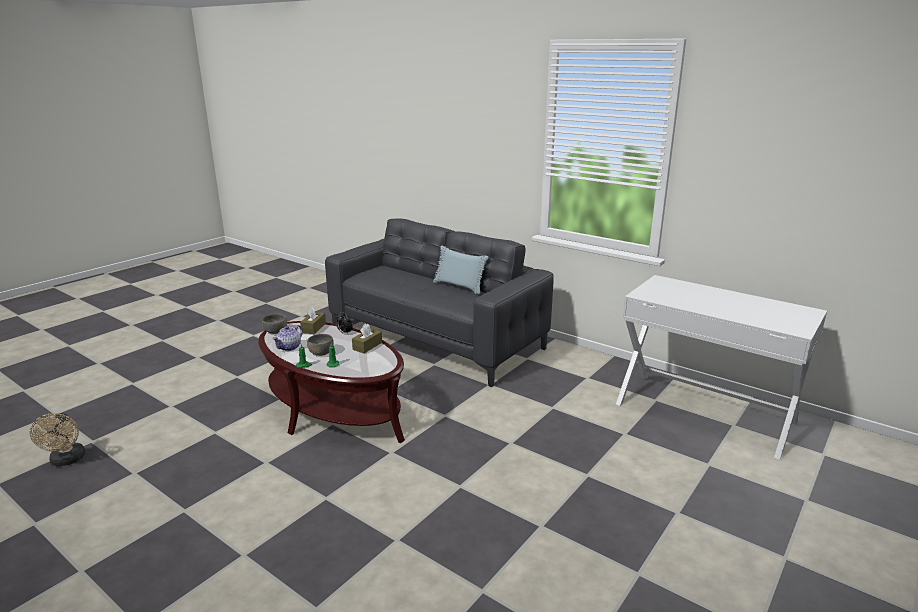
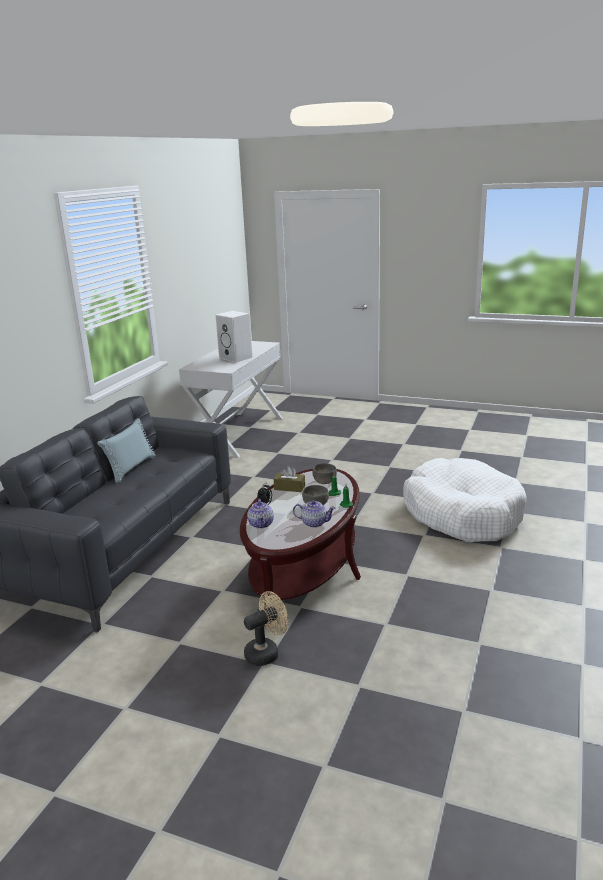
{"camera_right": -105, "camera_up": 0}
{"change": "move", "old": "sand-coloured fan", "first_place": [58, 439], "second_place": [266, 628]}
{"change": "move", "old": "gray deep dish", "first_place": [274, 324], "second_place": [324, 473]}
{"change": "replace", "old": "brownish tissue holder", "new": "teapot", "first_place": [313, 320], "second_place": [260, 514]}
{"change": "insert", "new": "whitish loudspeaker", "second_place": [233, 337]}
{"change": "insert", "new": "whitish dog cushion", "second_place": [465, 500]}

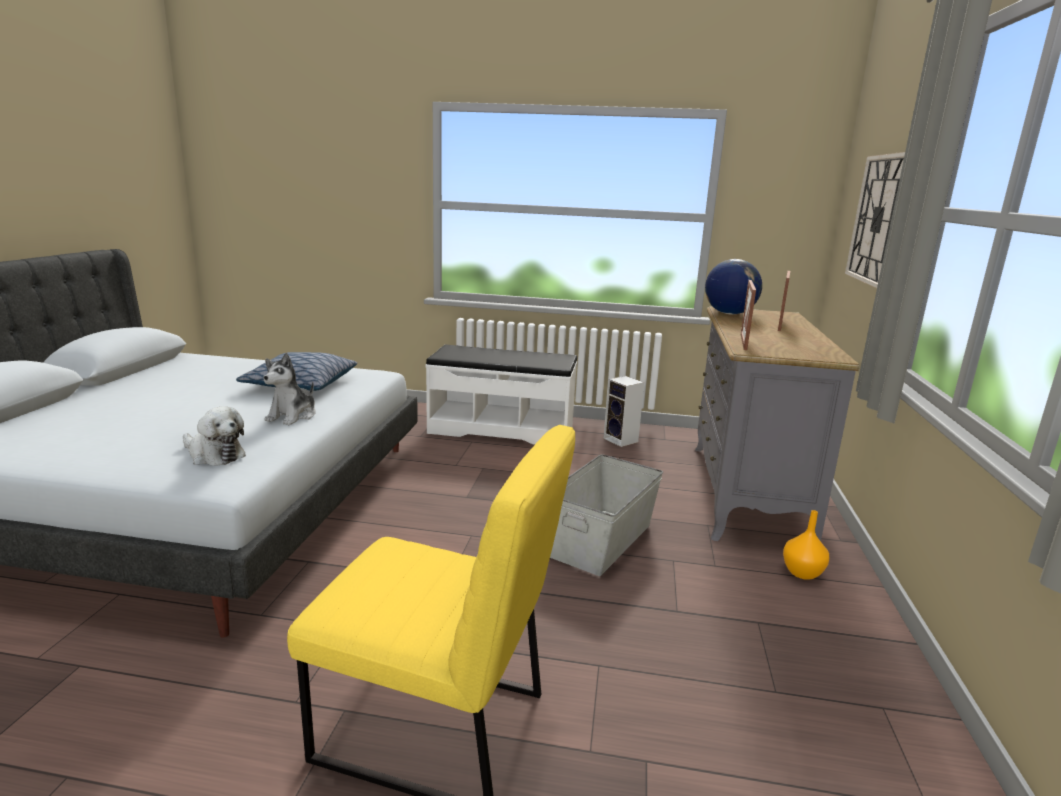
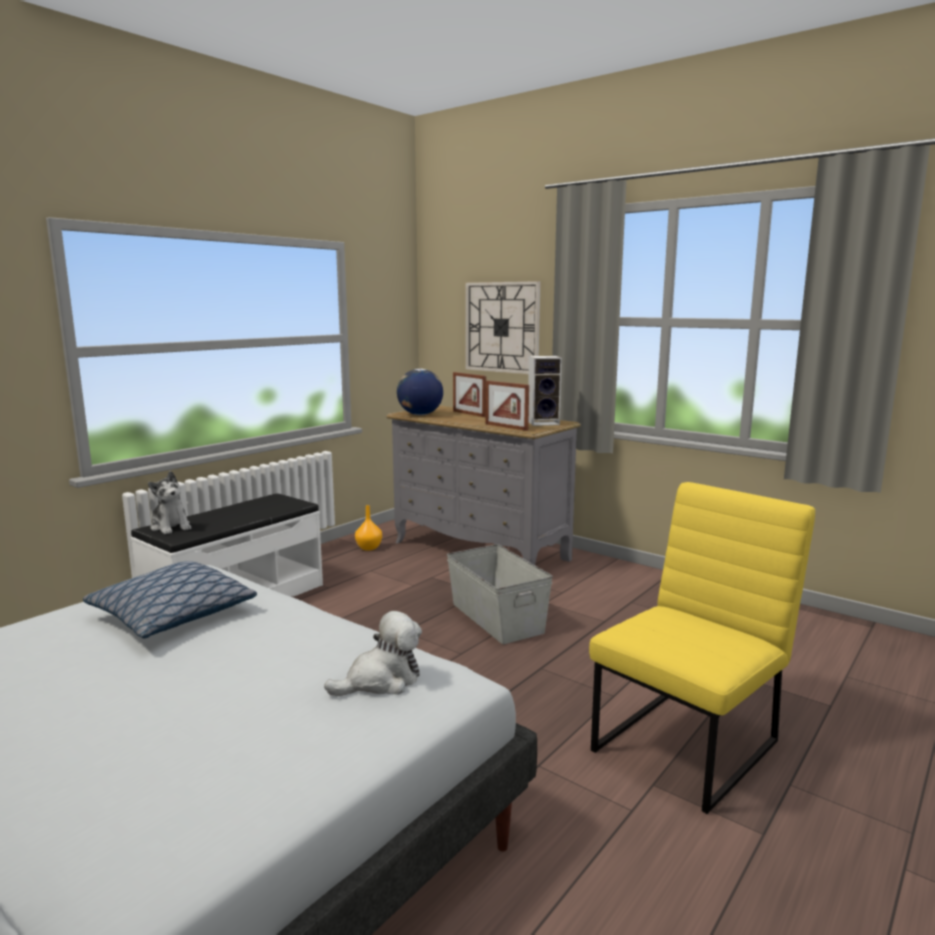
{"camera_right": -60, "camera_up": -5}
{"change": "move", "old": "plush toy", "first_place": [289, 389], "second_place": [169, 503]}
{"change": "move", "old": "loudspeaker", "first_place": [624, 411], "second_place": [545, 391]}
{"change": "move", "old": "orangey decorative vase", "first_place": [806, 545], "second_place": [368, 528]}

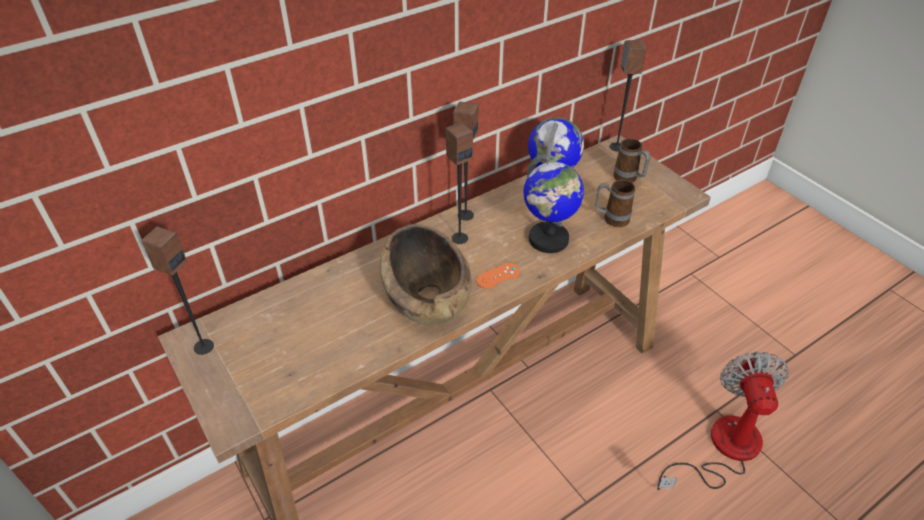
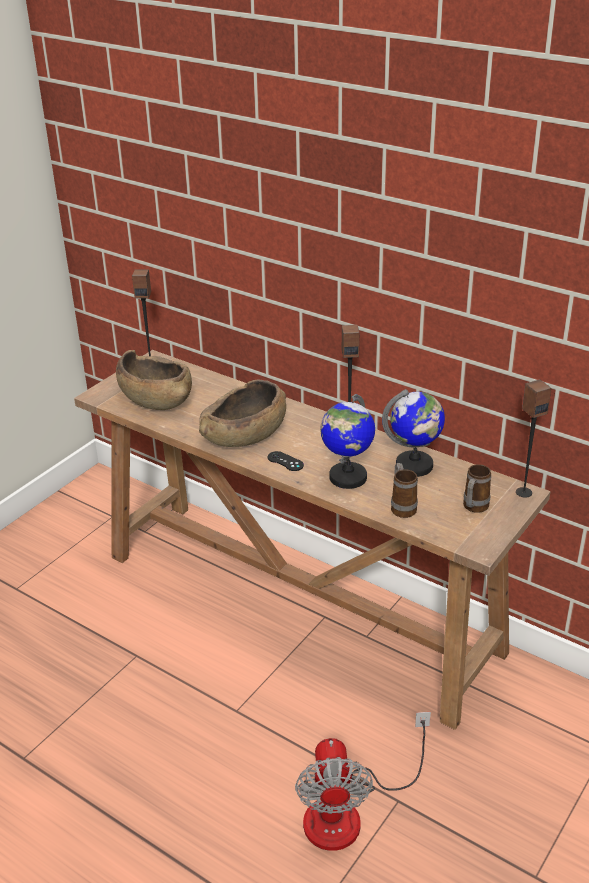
{"camera_right": 70, "camera_up": -10}
{"change": "delete", "old": "loudspeaker", "first_place": [459, 183]}
{"change": "recolor", "old": "orangey joypad", "new": "black joypad", "first_place": [498, 276], "second_place": [286, 461]}
{"change": "rotate", "old": "fan", "first_place": [723, 421], "second_place": [363, 781], "degrees": 105}
{"change": "insert", "new": "brownish deep dish", "second_place": [154, 380]}

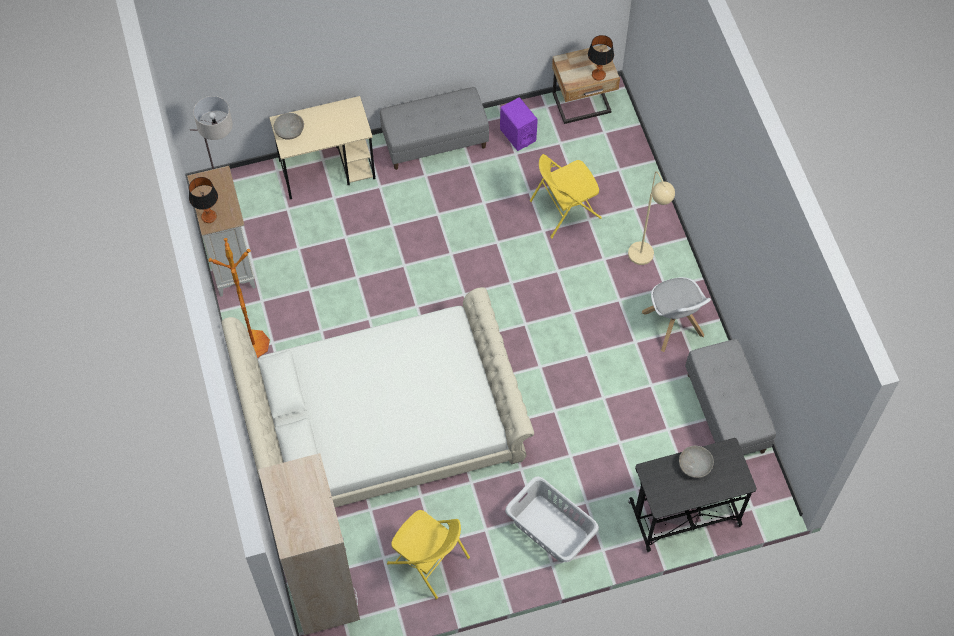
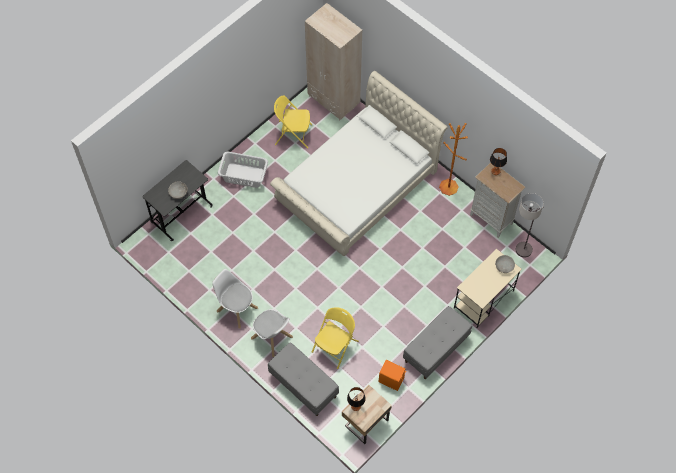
{"camera_right": 150, "camera_up": 0}
{"change": "recolor", "old": "purple loudspeaker", "new": "orangey loudspeaker", "first_place": [519, 124], "second_place": [392, 375]}
{"change": "replace", "old": "sand-coloured standing lamp", "new": "chair", "first_place": [651, 218], "second_place": [272, 333]}
{"change": "move", "old": "gray indoor bench", "first_place": [730, 397], "second_place": [303, 379]}

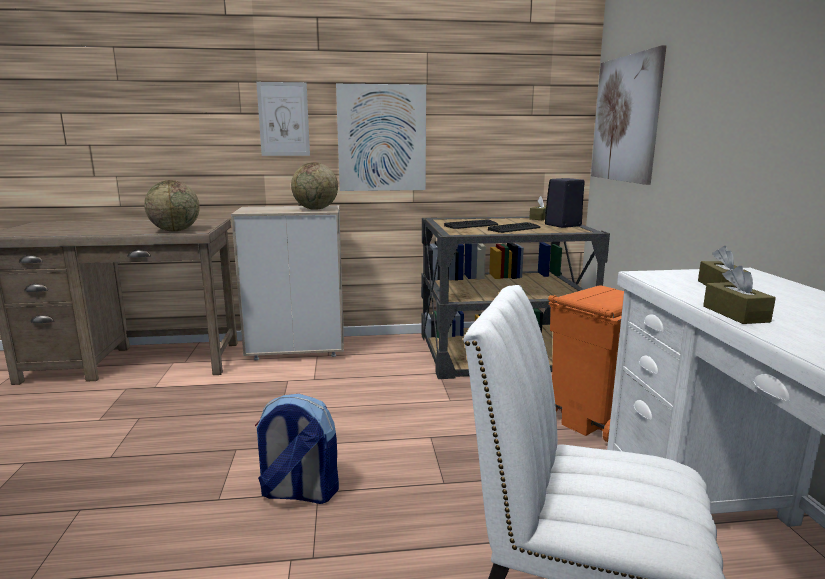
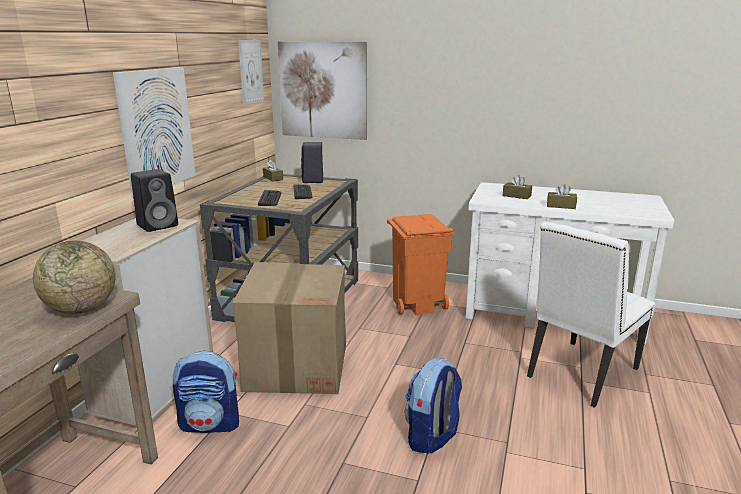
{"camera_right": -65, "camera_up": 5}
{"change": "move", "old": "wall art", "first_place": [283, 119], "second_place": [251, 72]}
{"change": "replace", "old": "desk globe", "new": "black loudspeaker", "first_place": [314, 186], "second_place": [154, 200]}
{"change": "insert", "new": "backpack", "second_place": [206, 392]}
{"change": "insert", "new": "packing box", "second_place": [289, 328]}

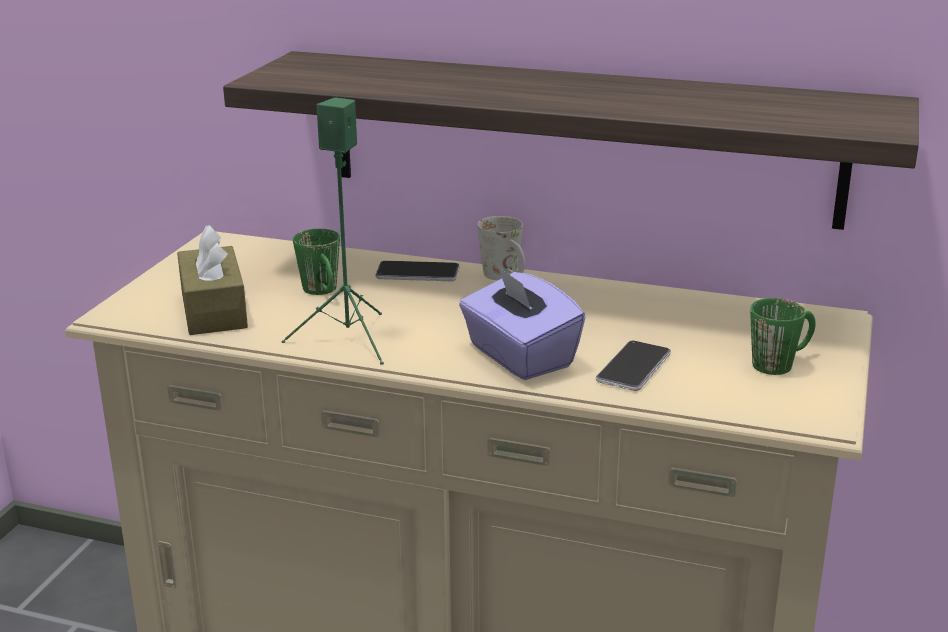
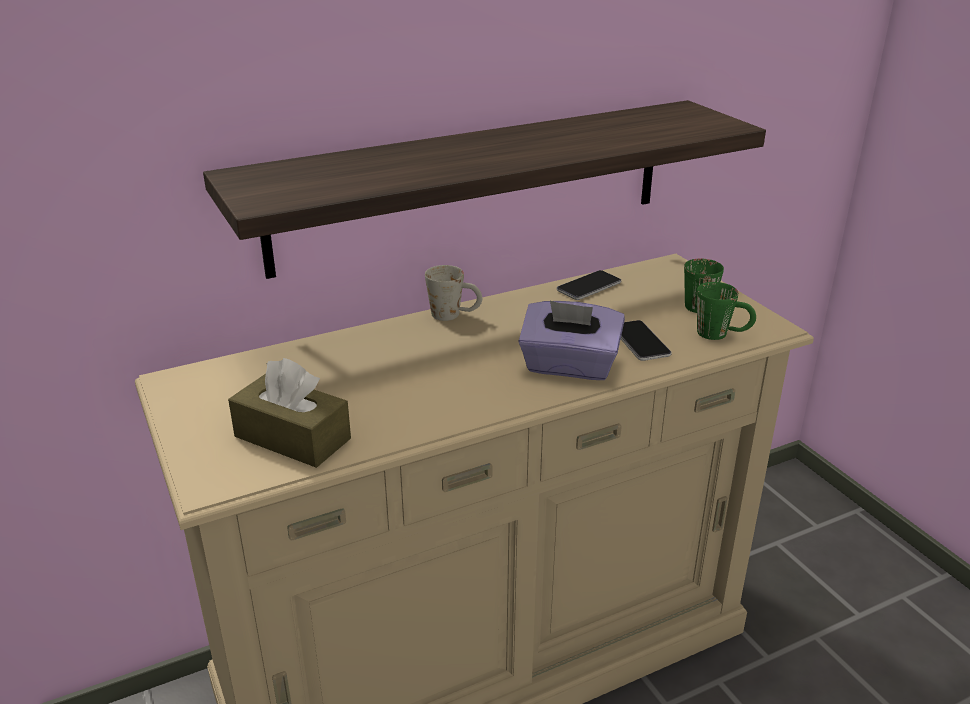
{"camera_right": -45, "camera_up": 5}
{"change": "delete", "old": "green loudspeaker", "first_place": [332, 231]}
{"change": "move", "old": "green mug", "first_place": [316, 262], "second_place": [726, 311]}
{"change": "move", "old": "handset", "first_place": [417, 271], "second_place": [589, 285]}

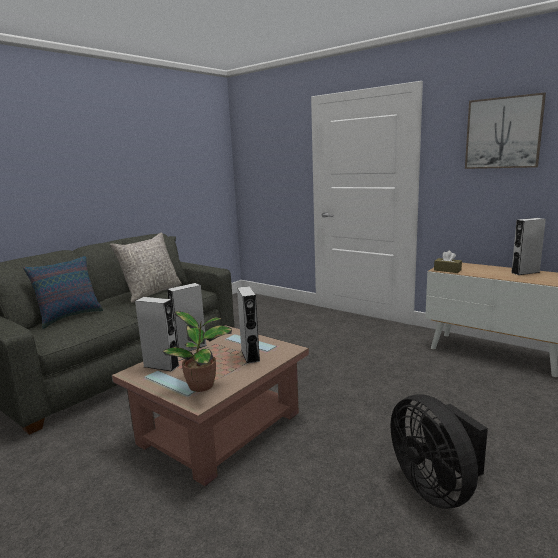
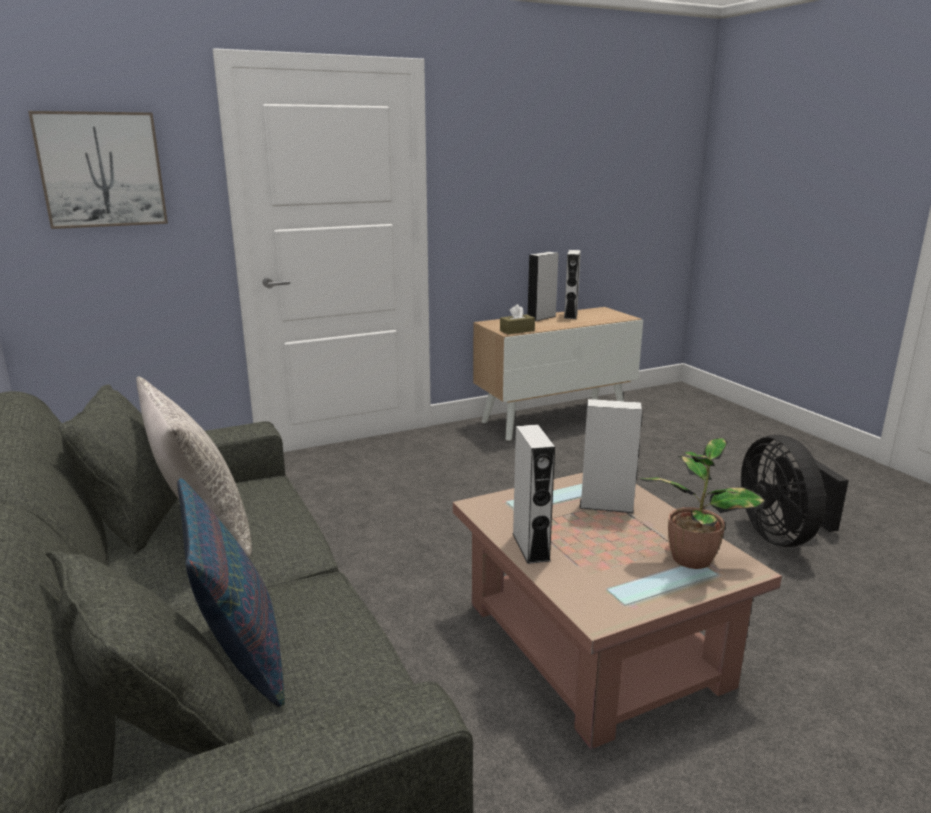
{"camera_right": -65, "camera_up": 5}
{"change": "move", "old": "gray loudspeaker", "first_place": [157, 334], "second_place": [543, 286]}
{"change": "rotate", "old": "black fan", "first_place": [439, 451], "second_place": [795, 491], "degrees": 75}
{"change": "move", "old": "wall art", "first_place": [505, 131], "second_place": [98, 170]}

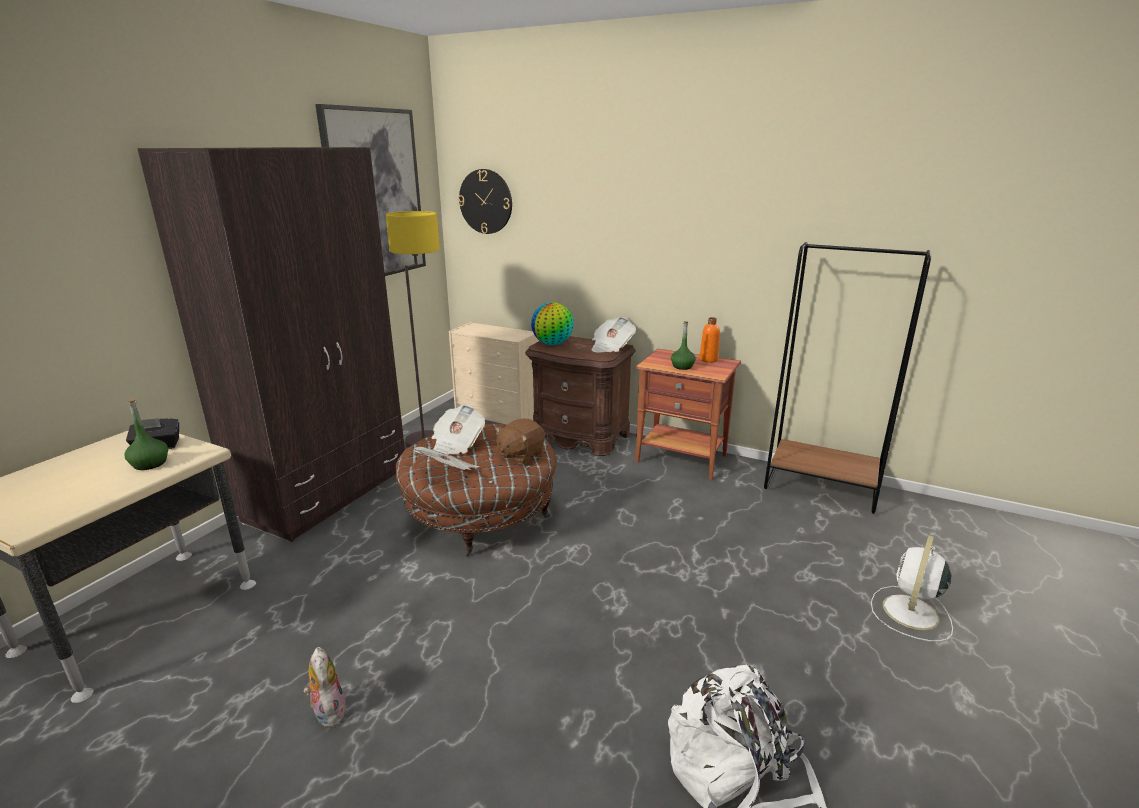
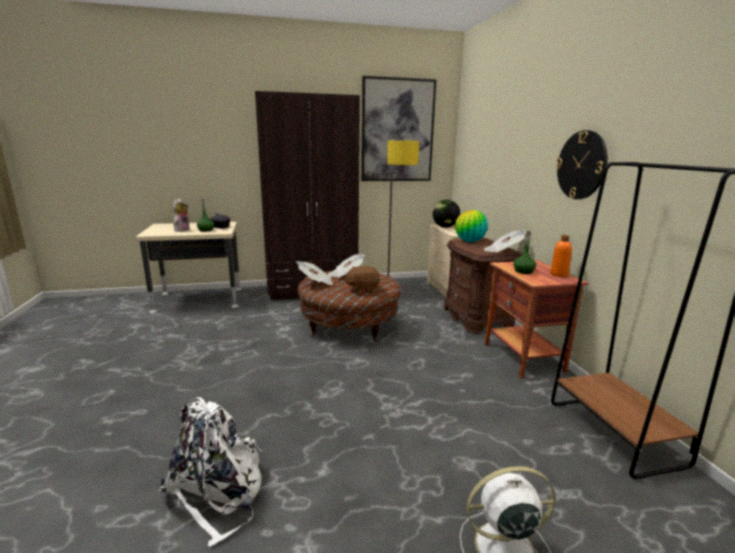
{"camera_right": 50, "camera_up": -5}
{"change": "move", "old": "plush toy", "first_place": [325, 687], "second_place": [181, 215]}
{"change": "move", "old": "clock on the wall", "first_place": [485, 201], "second_place": [582, 164]}
{"change": "insert", "new": "desk globe", "second_place": [446, 213]}

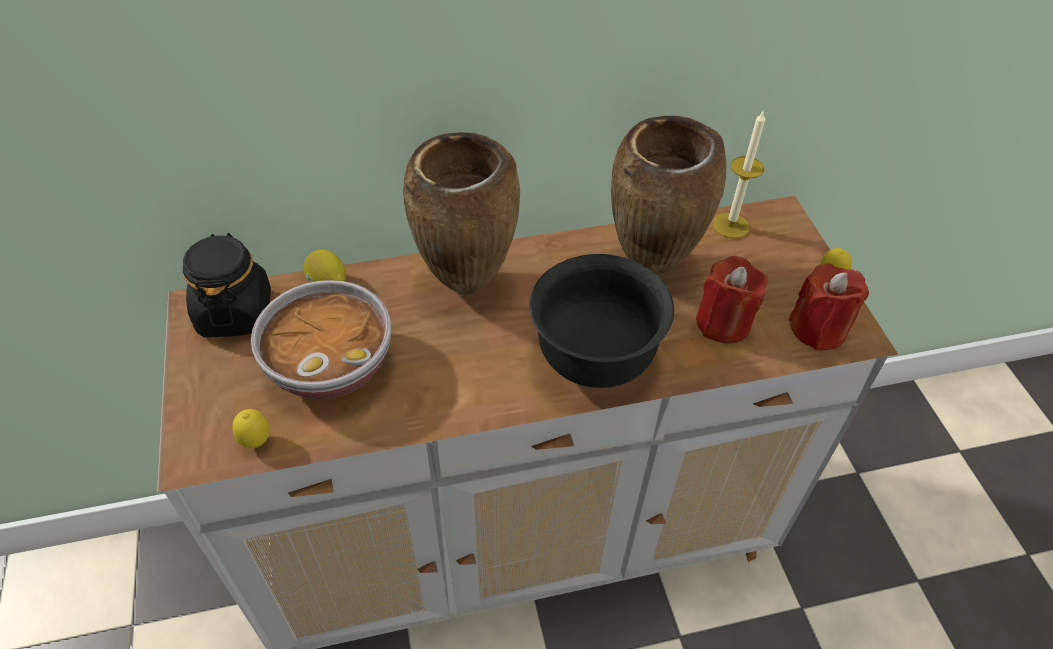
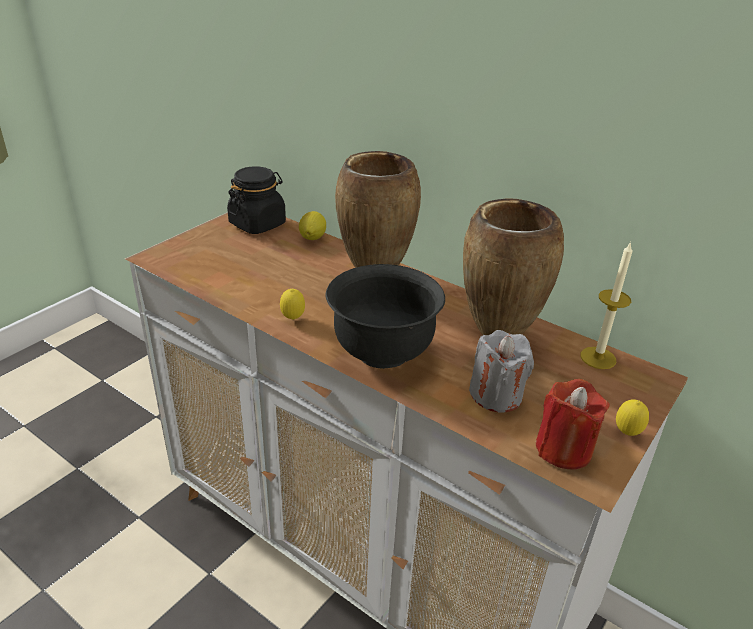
{"camera_right": 50, "camera_up": -15}
{"change": "move", "old": "lemon", "first_place": [251, 428], "second_place": [292, 304]}
{"change": "delete", "old": "deep dish", "first_place": [321, 339]}
{"change": "recolor", "old": "red-coloured candle", "new": "gray candle", "first_place": [732, 300], "second_place": [501, 371]}

